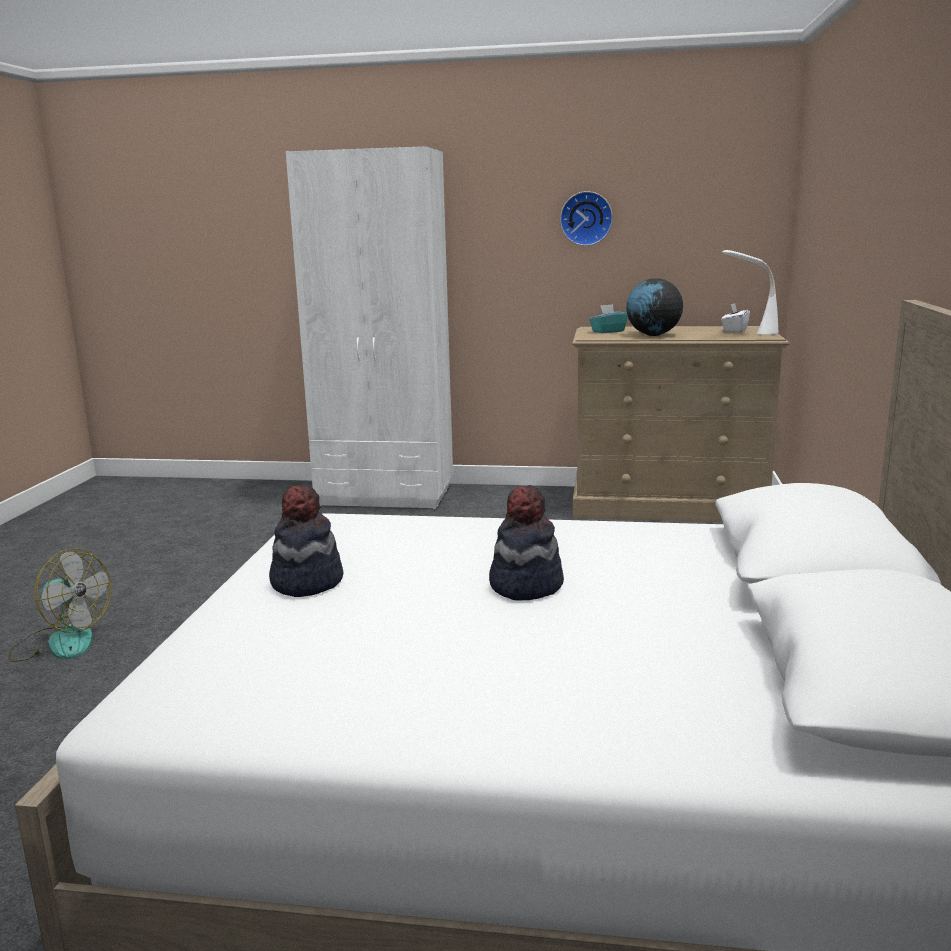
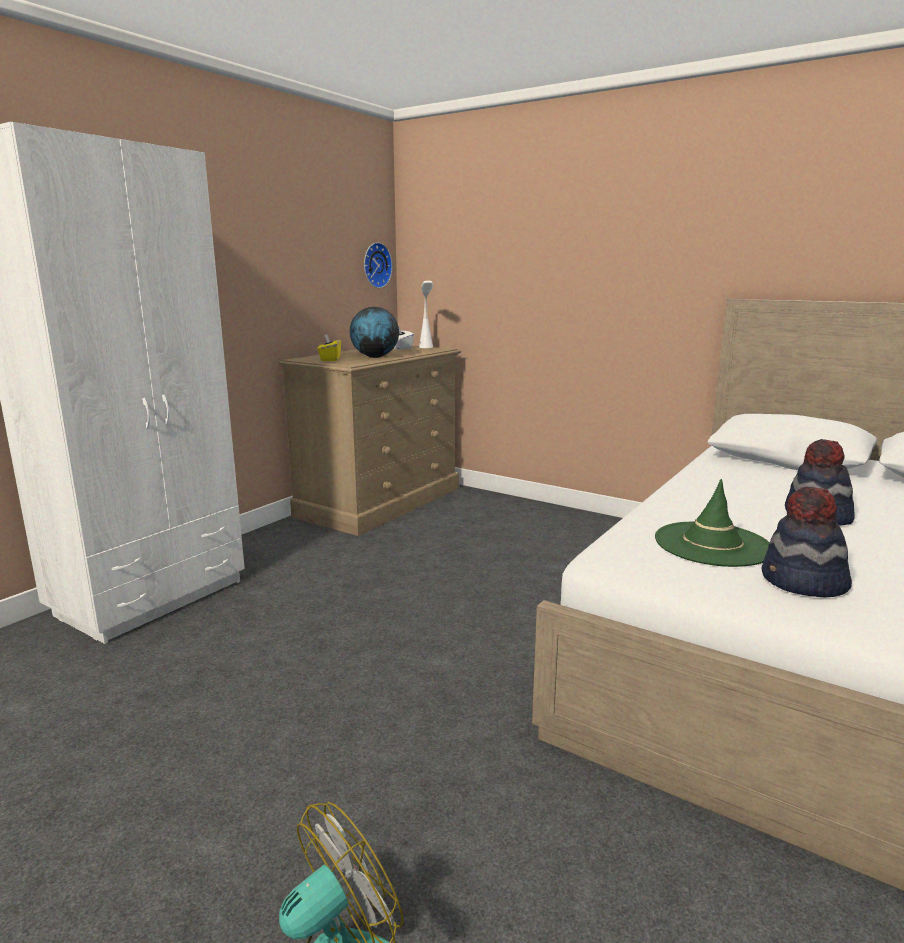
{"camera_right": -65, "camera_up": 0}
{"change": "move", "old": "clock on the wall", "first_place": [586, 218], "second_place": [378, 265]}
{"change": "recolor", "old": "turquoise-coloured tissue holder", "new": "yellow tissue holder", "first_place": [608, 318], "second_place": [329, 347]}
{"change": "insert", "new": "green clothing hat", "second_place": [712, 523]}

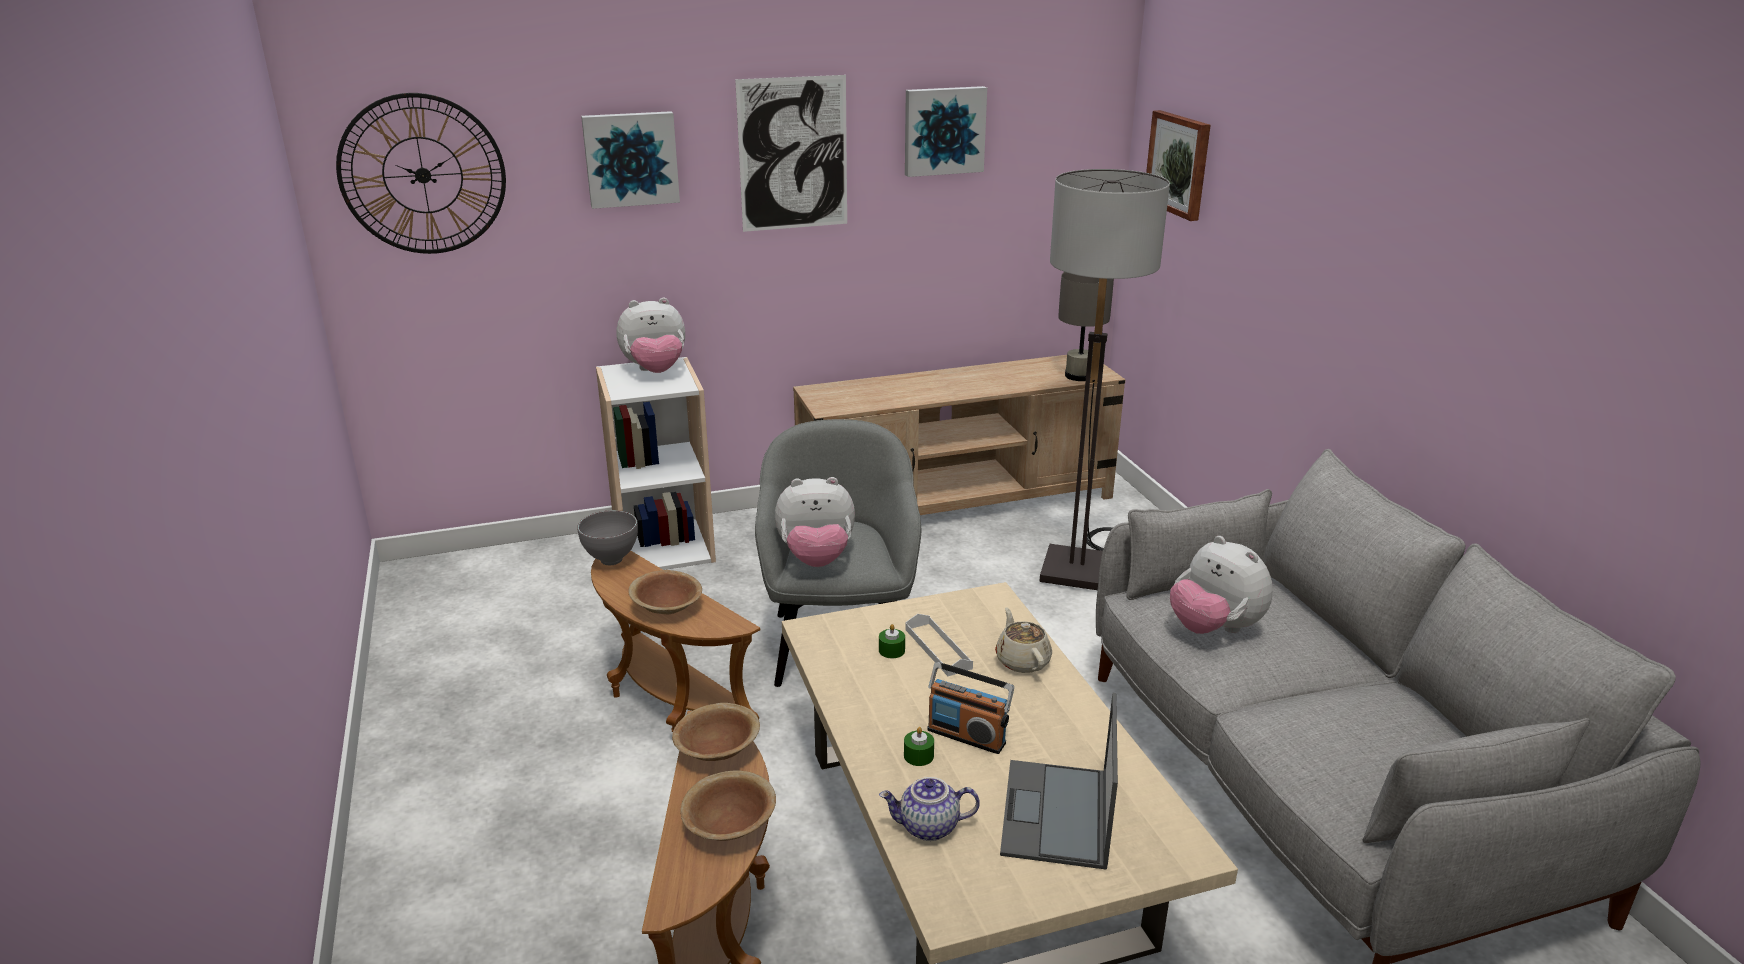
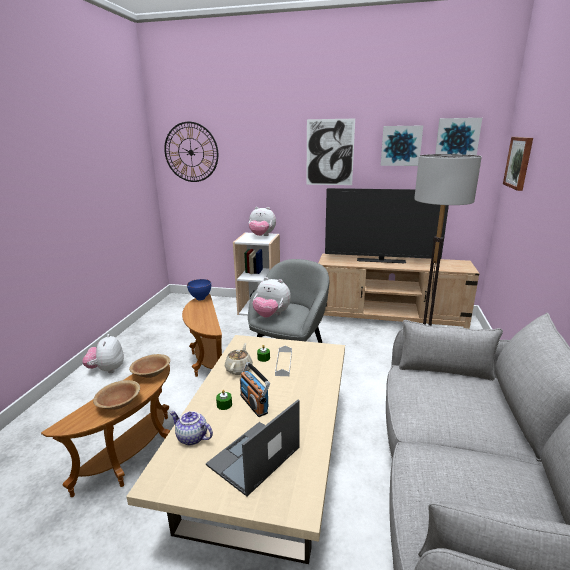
{"camera_right": 30, "camera_up": -5}
{"change": "recolor", "old": "gray deep dish", "new": "blue-coloured deep dish", "first_place": [607, 537], "second_place": [199, 290]}
{"change": "move", "old": "wall art", "first_place": [630, 160], "second_place": [458, 136]}
{"change": "delete", "old": "brownish deep dish", "first_place": [665, 592]}
{"change": "move", "old": "sand-coloured teapot", "first_place": [1023, 640], "second_place": [239, 359]}
{"change": "delete", "old": "gray table lamp", "first_place": [1086, 326]}
{"change": "move", "old": "plush toy", "first_place": [1221, 585], "second_place": [103, 353]}
{"change": "insert", "new": "TV set", "second_place": [387, 225]}

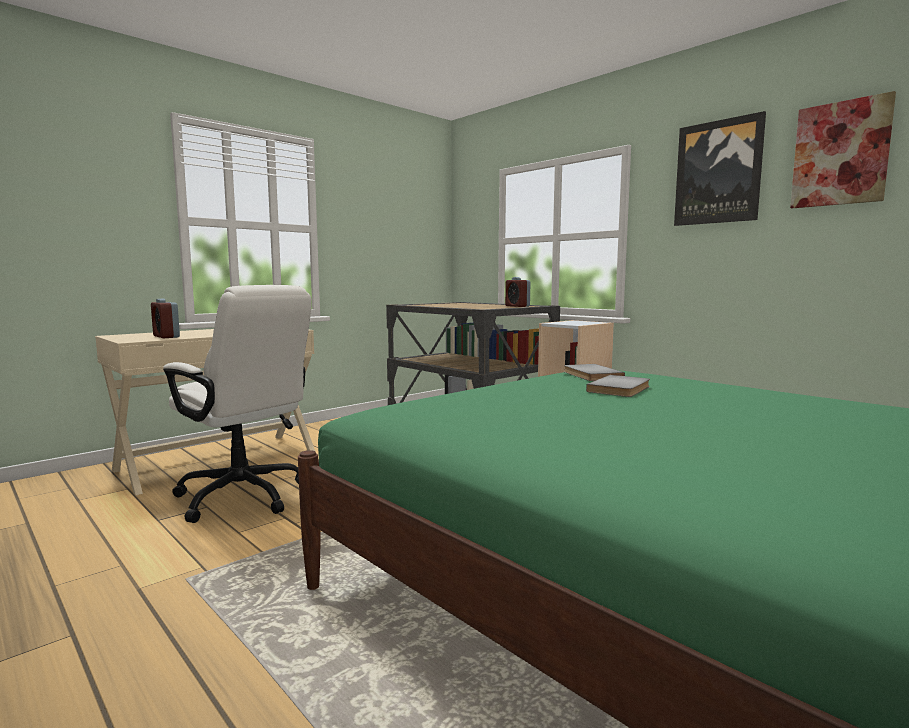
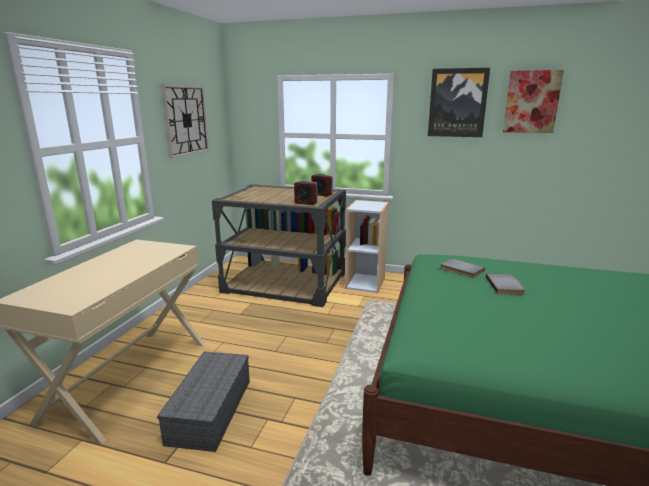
{"camera_right": -30, "camera_up": 10}
{"change": "move", "old": "table clock", "first_place": [165, 318], "second_place": [305, 192]}
{"change": "replace", "old": "whitish desk chair", "new": "gray storage container", "first_place": [237, 404], "second_place": [203, 401]}
{"change": "insert", "new": "clock on the wall", "second_place": [185, 121]}

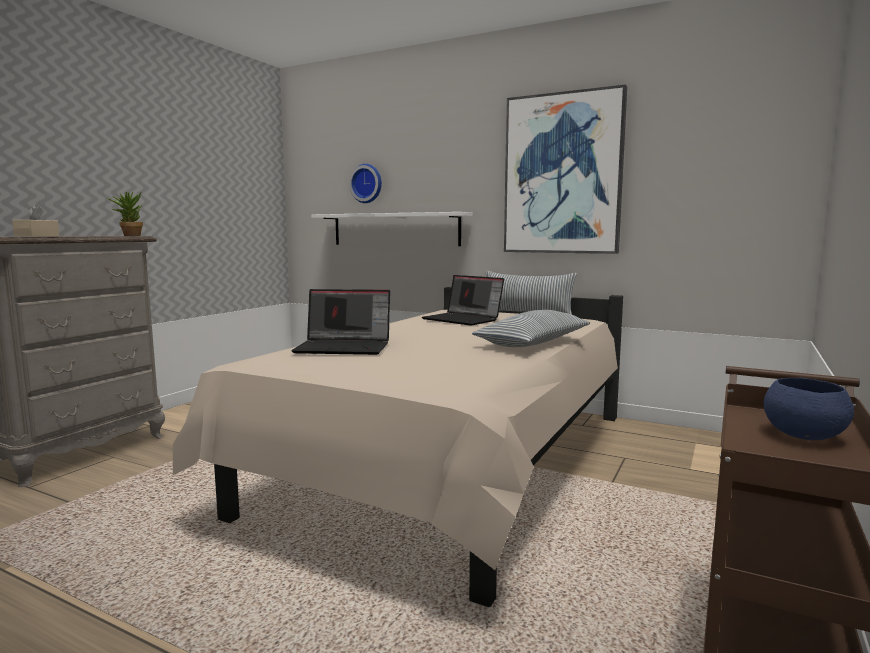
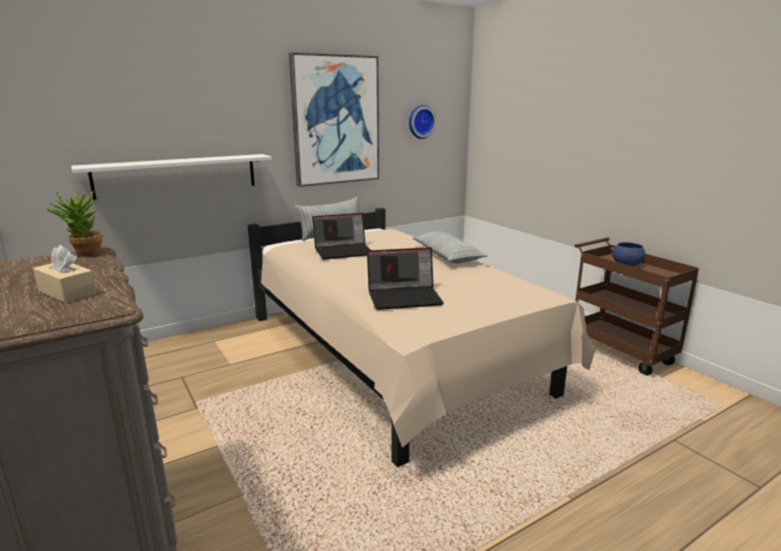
{"camera_right": -60, "camera_up": 10}
{"change": "rotate", "old": "portable computer", "first_place": [340, 322], "second_place": [405, 278], "degrees": 45}
{"change": "move", "old": "clock on the wall", "first_place": [365, 183], "second_place": [422, 122]}

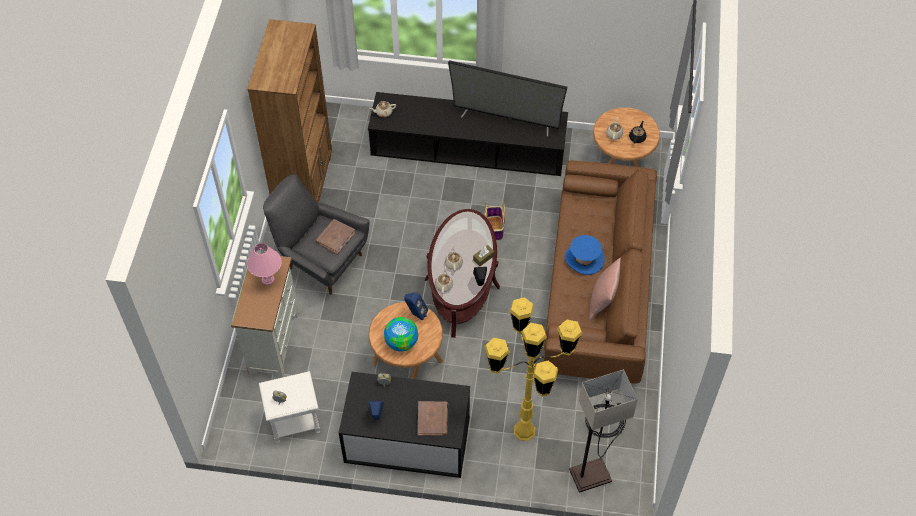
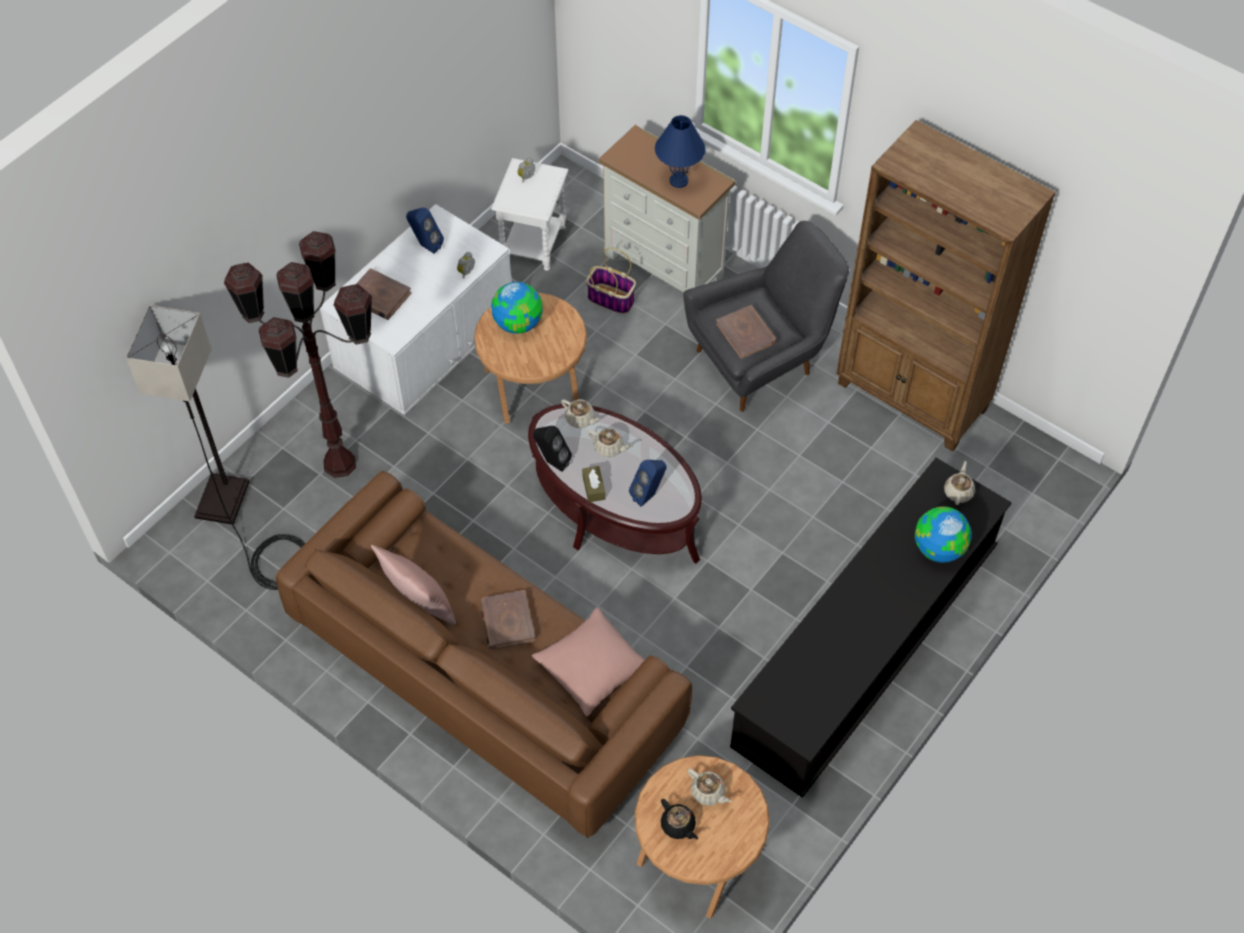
{"camera_right": 120, "camera_up": 0}
{"change": "recolor", "old": "pink table lamp", "new": "blue-coloured table lamp", "first_place": [264, 264], "second_place": [680, 151]}
{"change": "recolor", "old": "black storage cabinet", "new": "whitish storage cabinet", "first_place": [404, 425], "second_place": [416, 309]}
{"change": "move", "old": "blue-coloured loudspeaker", "first_place": [416, 306], "second_place": [648, 483]}
{"change": "delete", "old": "TV set", "first_place": [508, 98]}
{"change": "move", "old": "storage basket", "first_place": [494, 220], "second_place": [611, 280]}
{"change": "recolor", "old": "yellow standing lamp", "new": "brownish standing lamp", "first_place": [533, 369], "second_place": [298, 354]}
{"change": "replace", "old": "blue-coloured clothing hat", "new": "brownish volume", "first_place": [584, 255], "second_place": [507, 620]}
{"change": "insert", "new": "pink throw pillow", "second_place": [588, 662]}
{"change": "insert", "new": "desk globe", "second_place": [943, 534]}

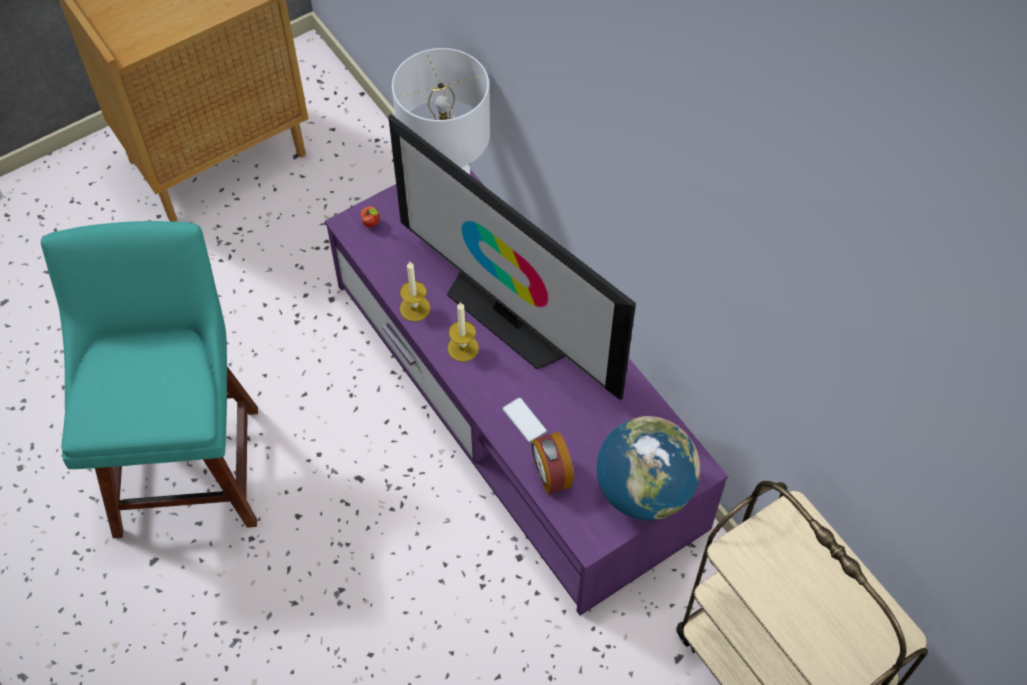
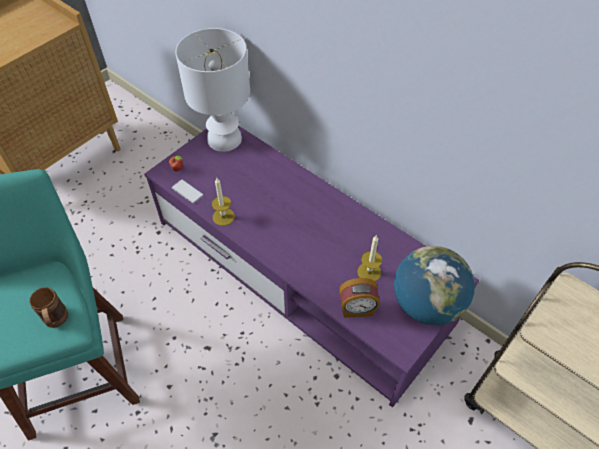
{"camera_right": -15, "camera_up": -5}
{"change": "delete", "old": "TV set", "first_place": [512, 257]}
{"change": "move", "old": "candle", "first_place": [463, 332], "second_place": [369, 258]}
{"change": "move", "old": "handset", "first_place": [524, 420], "second_place": [187, 191]}
{"change": "rotate", "old": "table clock", "first_place": [552, 463], "second_place": [359, 298], "degrees": -60}
{"change": "insert", "new": "brownish mug", "second_place": [48, 307]}

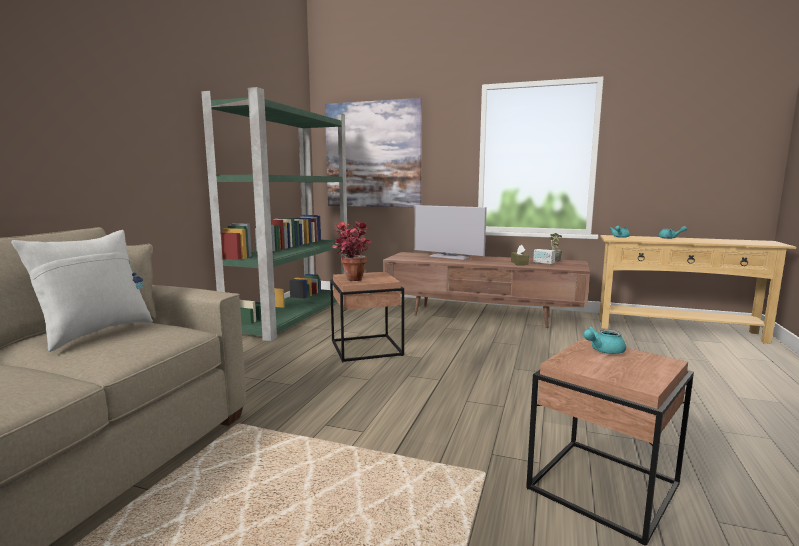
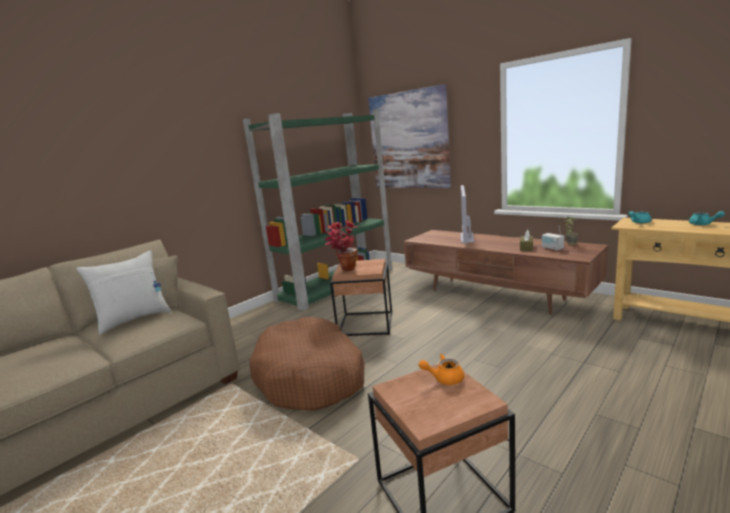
{"camera_right": 25, "camera_up": 5}
{"change": "rotate", "old": "TV set", "first_place": [450, 232], "second_place": [467, 214], "degrees": 45}
{"change": "recolor", "old": "turquoise-coloured teapot", "new": "orangey teapot", "first_place": [604, 340], "second_place": [441, 369]}
{"change": "insert", "new": "brownish dog cushion", "second_place": [307, 364]}

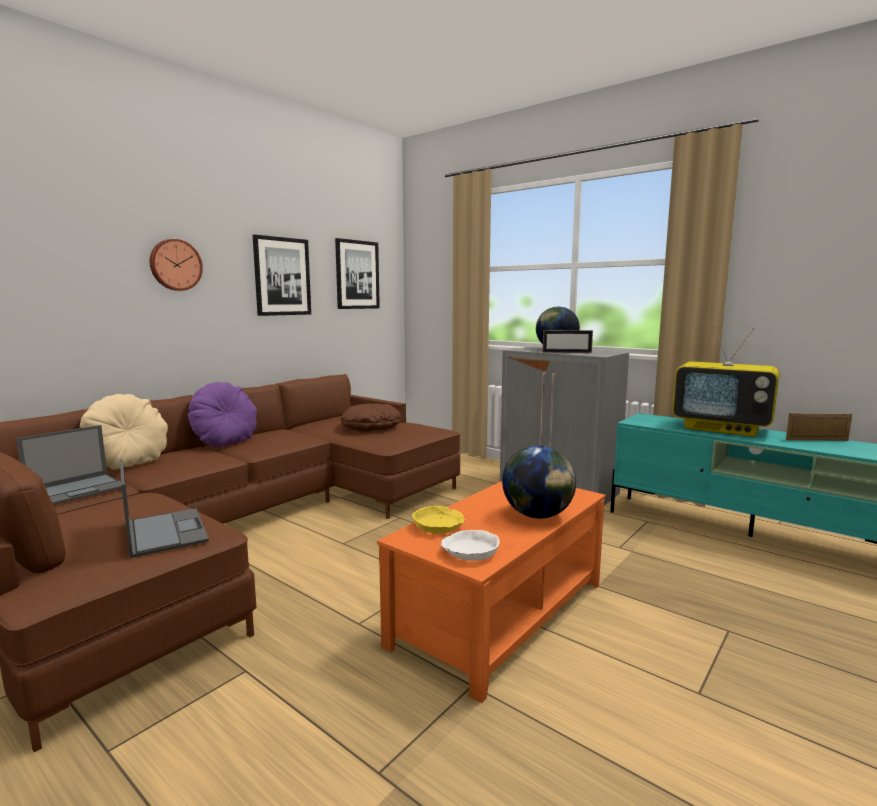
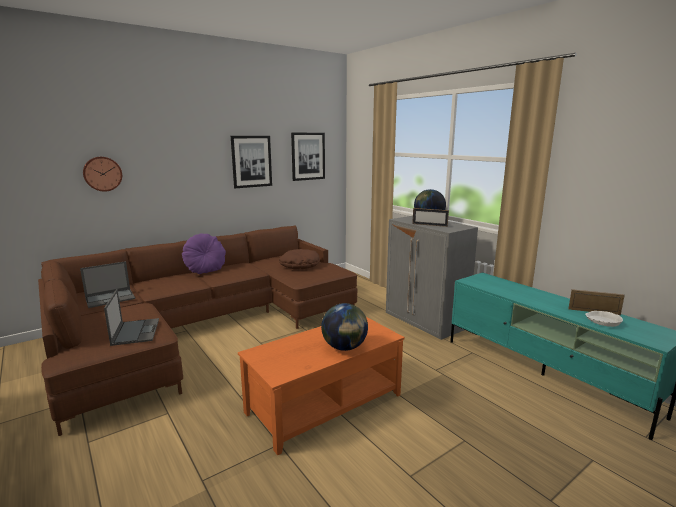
{"camera_right": 15, "camera_up": 5}
{"change": "delete", "old": "sand-coloured throw pillow", "first_place": [124, 432]}
{"change": "move", "old": "clock on the wall", "first_place": [176, 265], "second_place": [102, 174]}
{"change": "delete", "old": "yellow deep dish", "first_place": [438, 520]}
{"change": "move", "old": "whitish deep dish", "first_place": [470, 545], "second_place": [604, 319]}
{"change": "delete", "old": "TV set", "first_place": [726, 381]}

